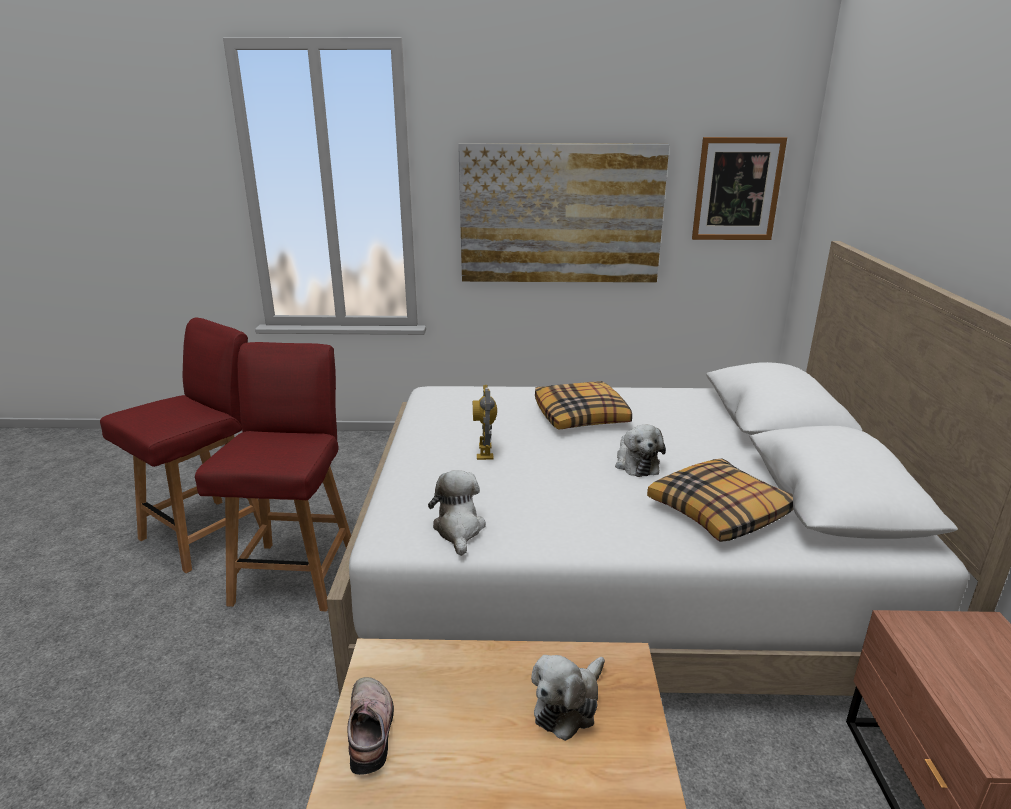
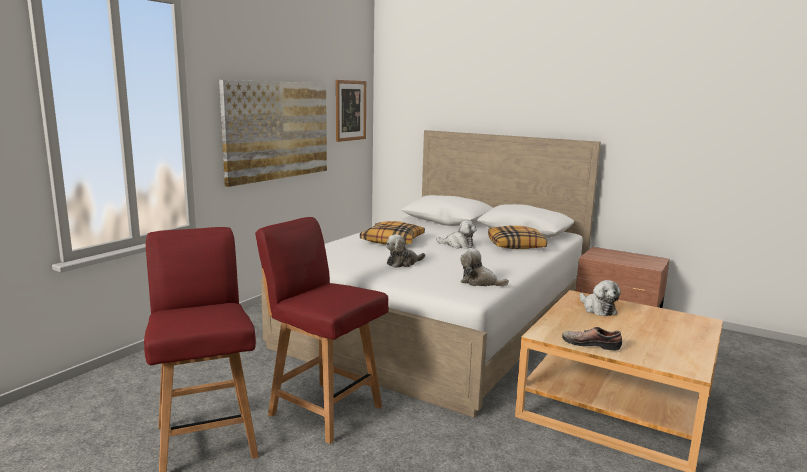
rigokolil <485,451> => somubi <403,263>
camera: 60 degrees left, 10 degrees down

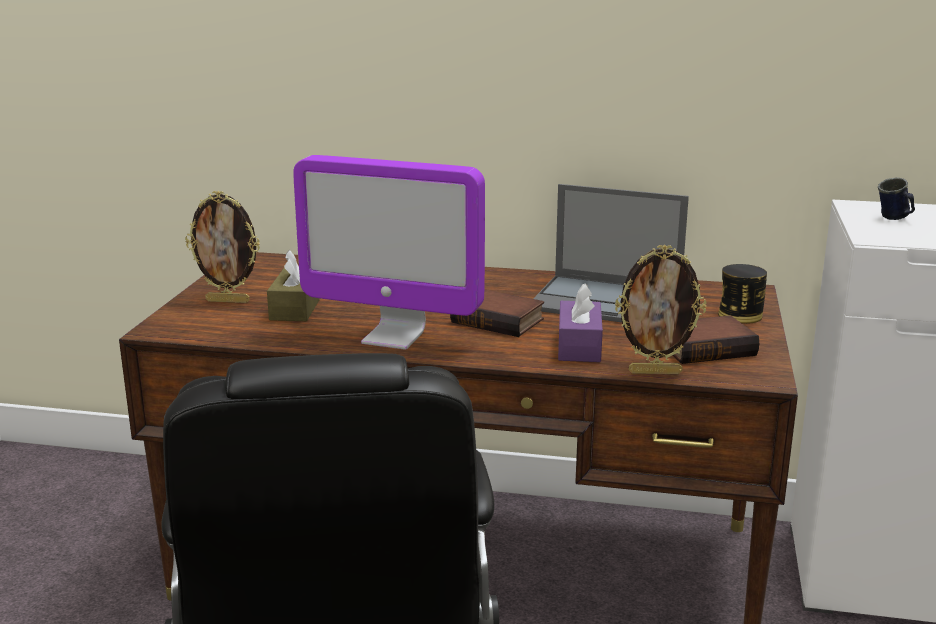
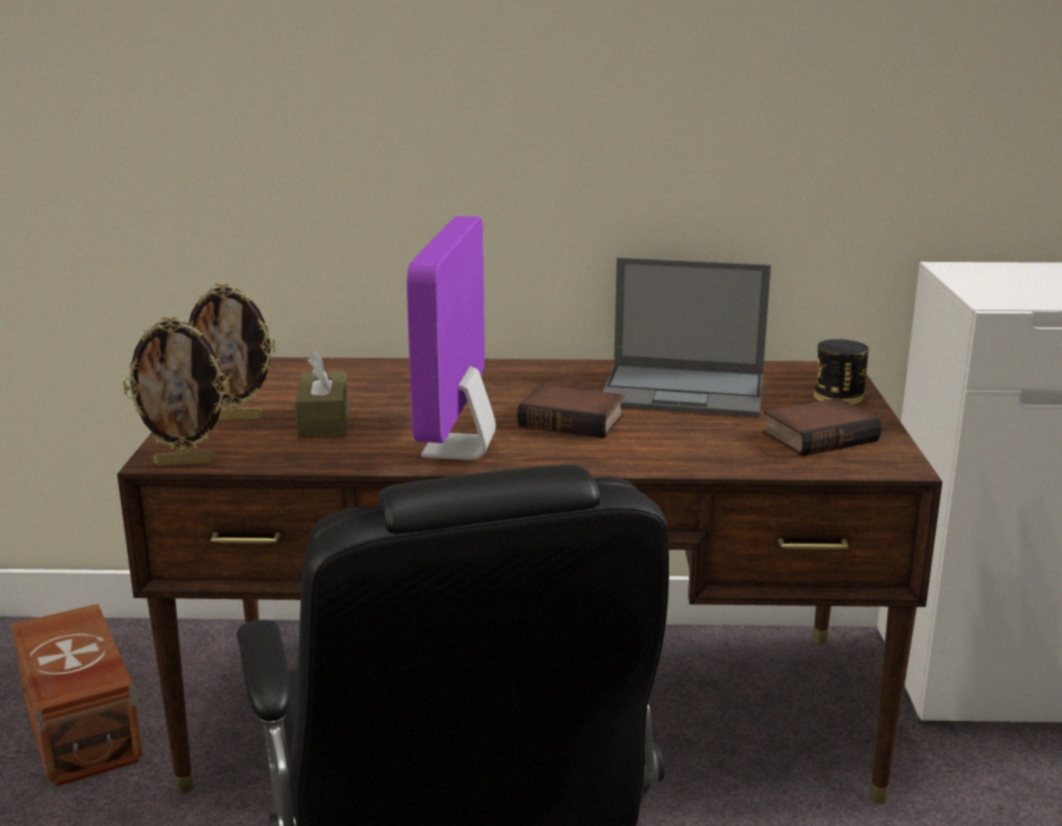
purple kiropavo <579,346> => nothing
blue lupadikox <895,219> => nothing
nothing => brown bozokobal <78,728>
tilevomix <655,372> => tilevomix <185,462>, moved
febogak <393,337> => febogak <459,448>, 90 degrees clockwise
camera: 10 degrees left, 0 degrees up

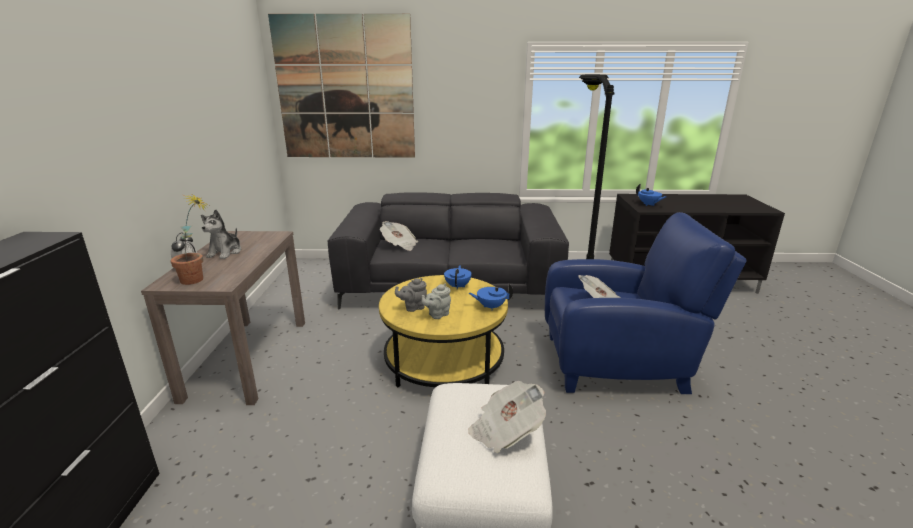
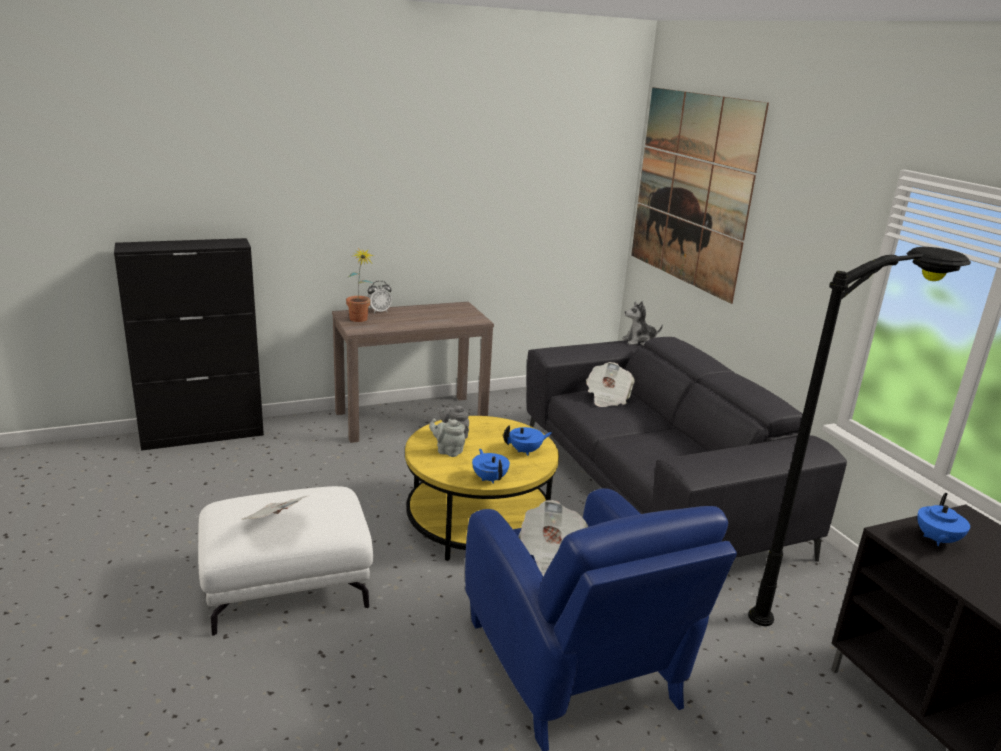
somubi <225,252> => somubi <639,341>, moved
camera: 65 degrees right, 0 degrees up

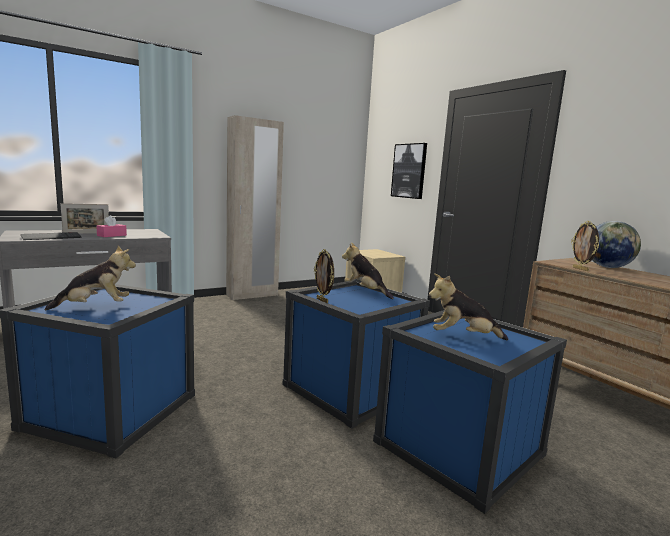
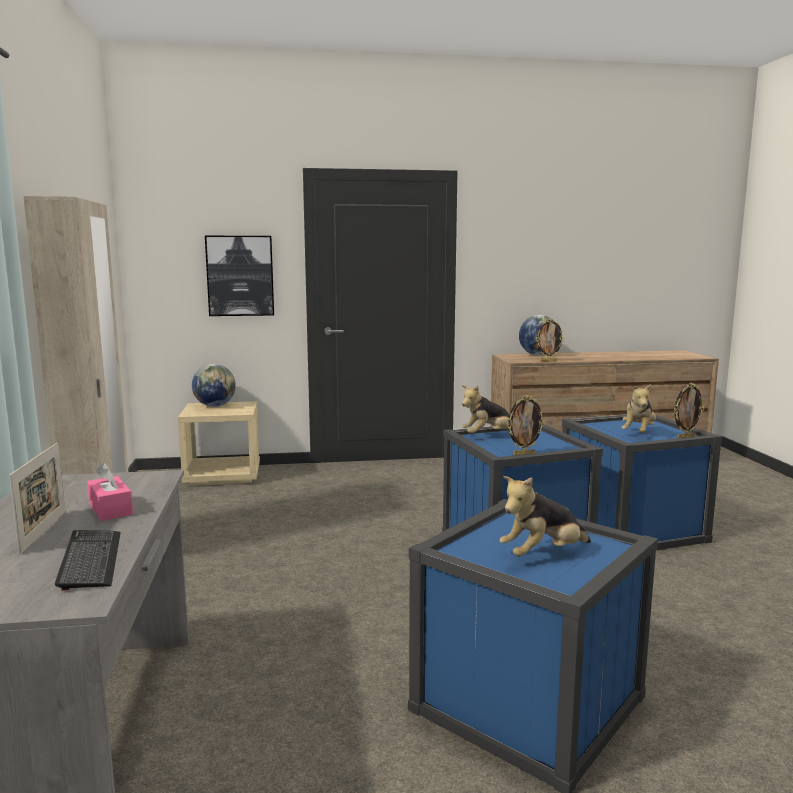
nothing => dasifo <215,406>
nothing => tilevomix <685,437>
somubi <95,307> => somubi <543,554>, 120 degrees counterclockwise
camera: 65 degrees left, 0 degrees up

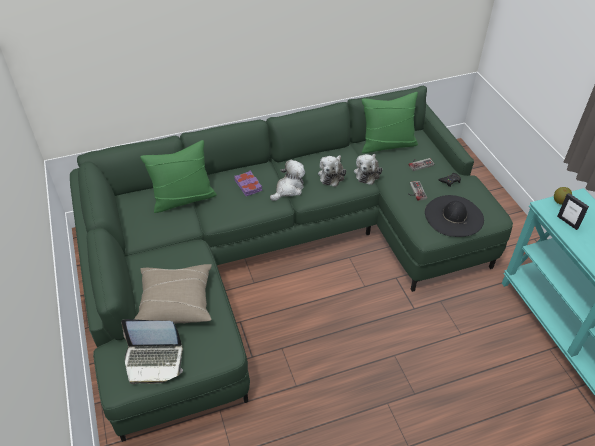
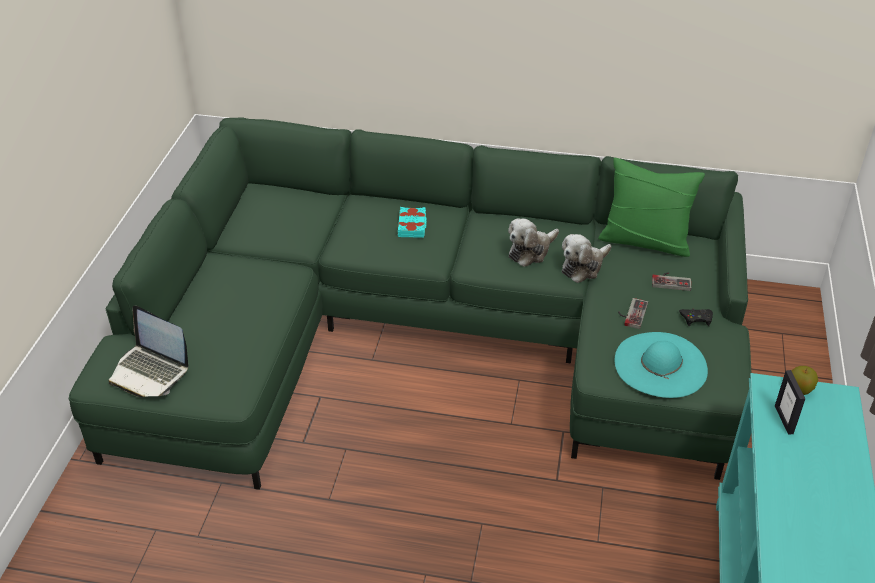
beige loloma <176,302> => nothing
green loloma <183,199> => nothing
somubi <288,189> => nothing
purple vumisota <248,185> => turquoise vumisota <412,225>
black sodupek <453,216> => turquoise sodupek <660,364>
camera: 30 degrees right, 5 degrees down

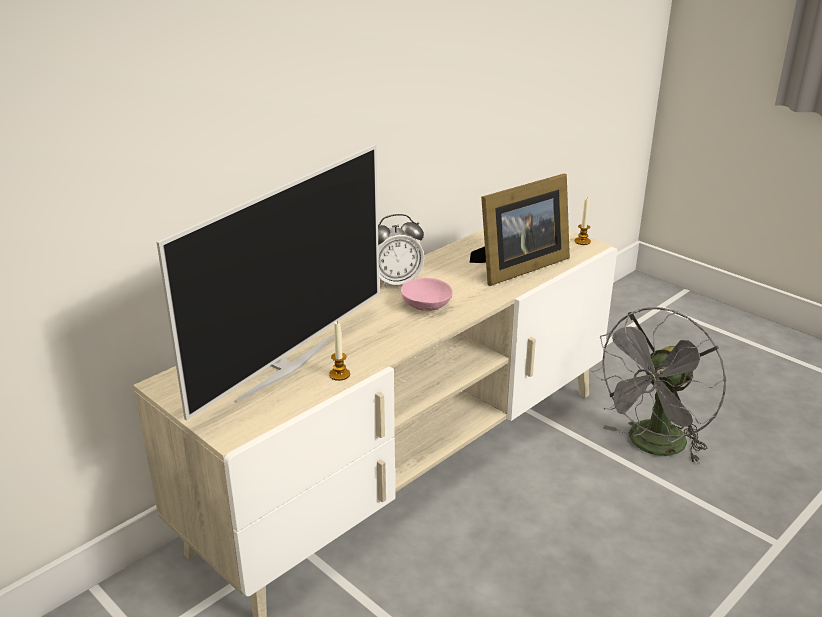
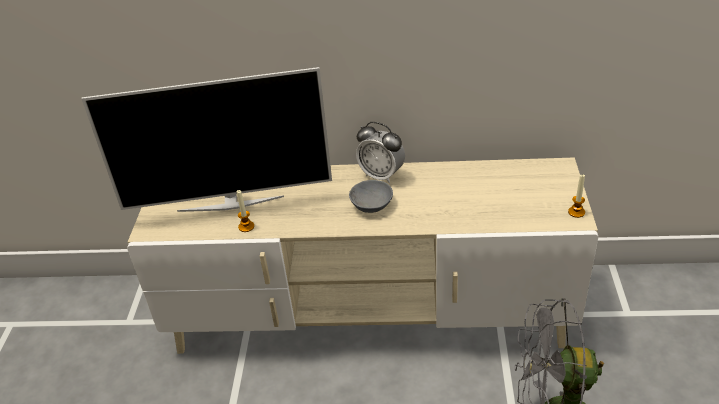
tilevomix <517,267> => nothing
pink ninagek <428,304> => grey ninagek <372,205>
camera: 50 degrees right, 10 degrees up

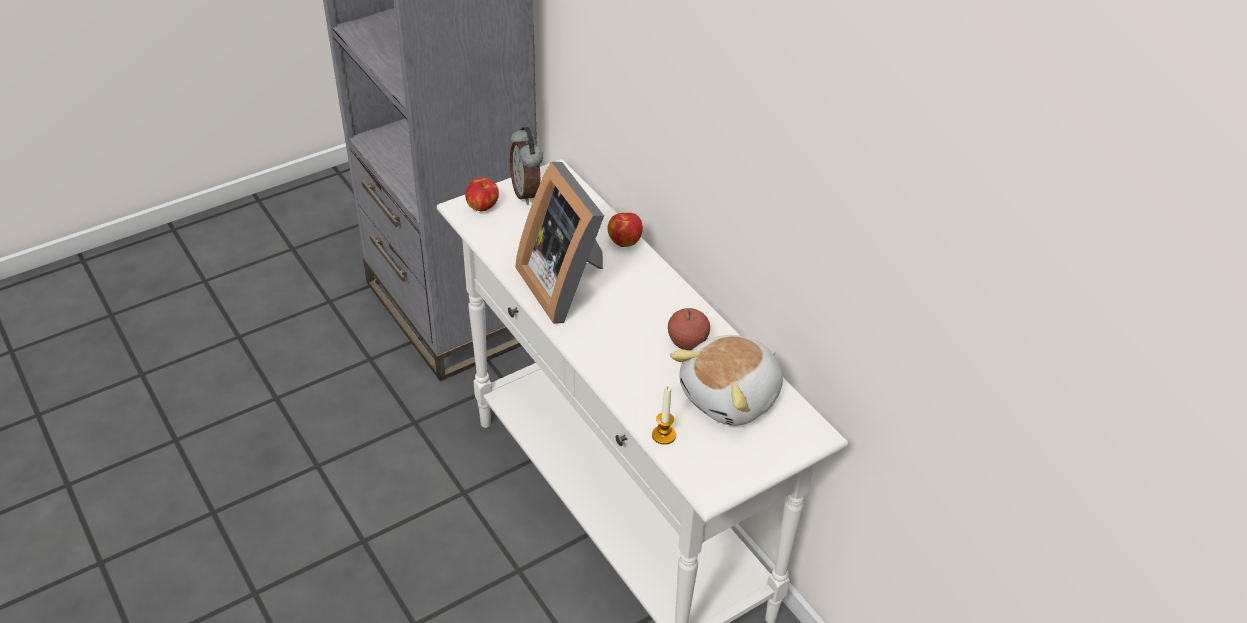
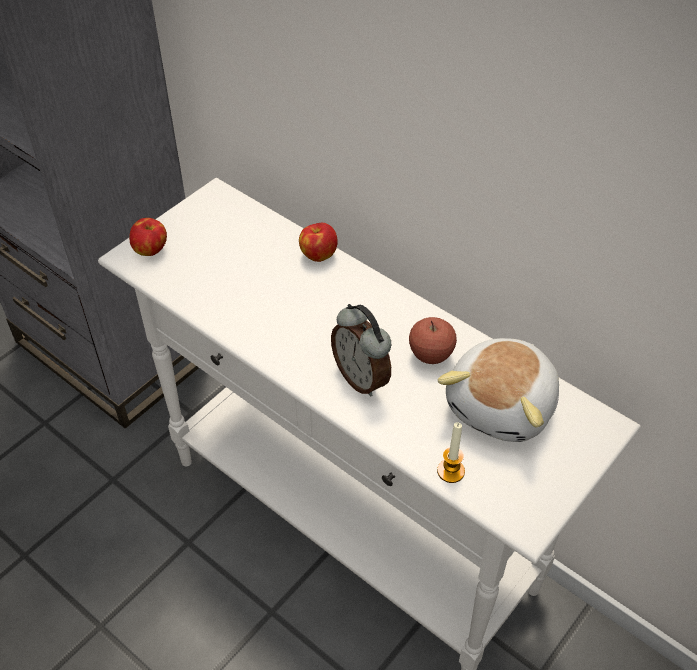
tilevomix <567,284> => nothing
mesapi <527,192> => mesapi <362,378>, moved
camera: 15 degrees left, 5 degrees up

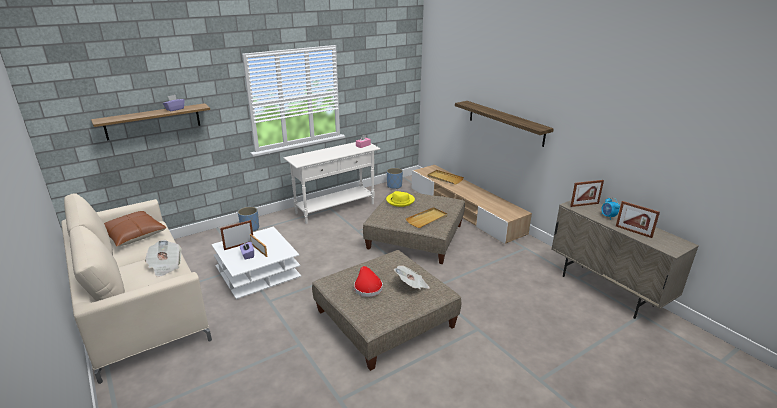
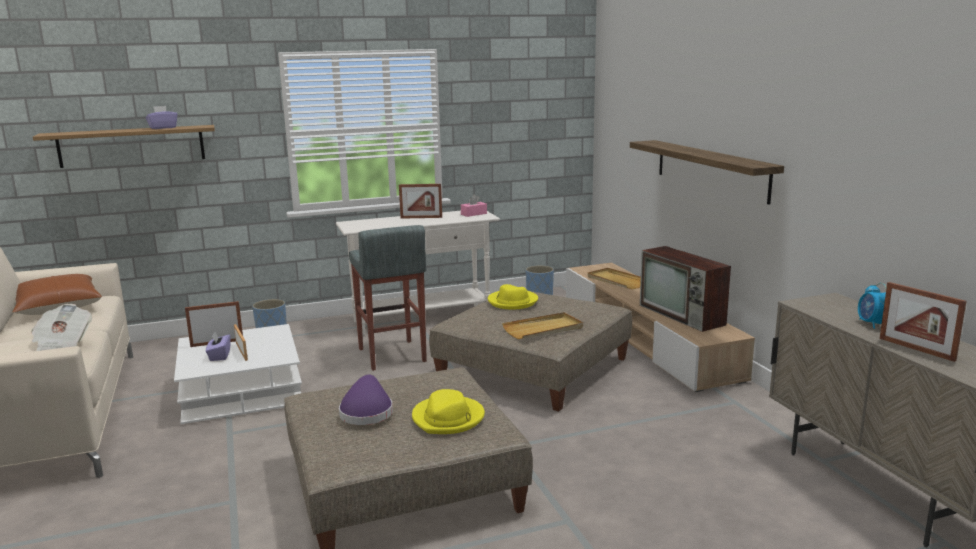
nothing => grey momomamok <391,355>
nothing => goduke <683,315>
tilevomix <584,205> => tilevomix <421,217>, moved
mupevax <412,285> => yellow sodupek <448,418>
red sodupek <367,287> => purple sodupek <366,412>
camera: 15 degrees right, 10 degrees down

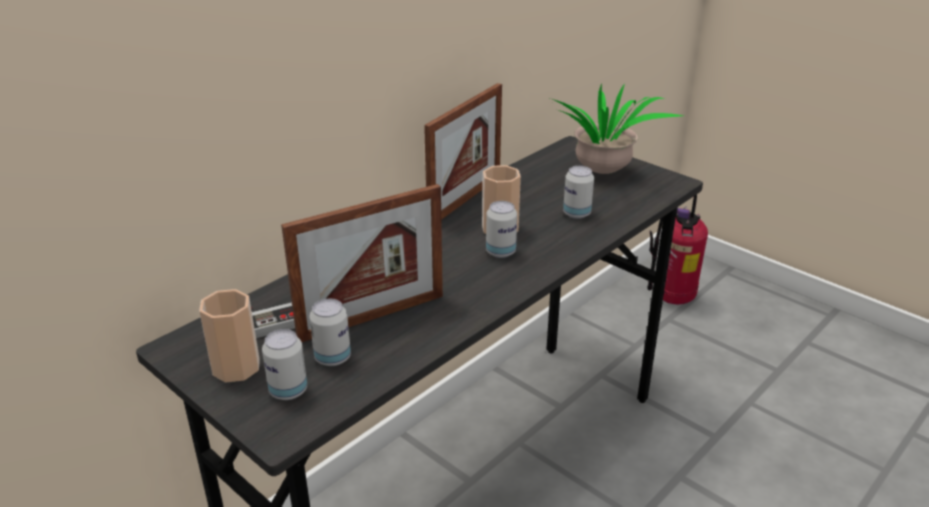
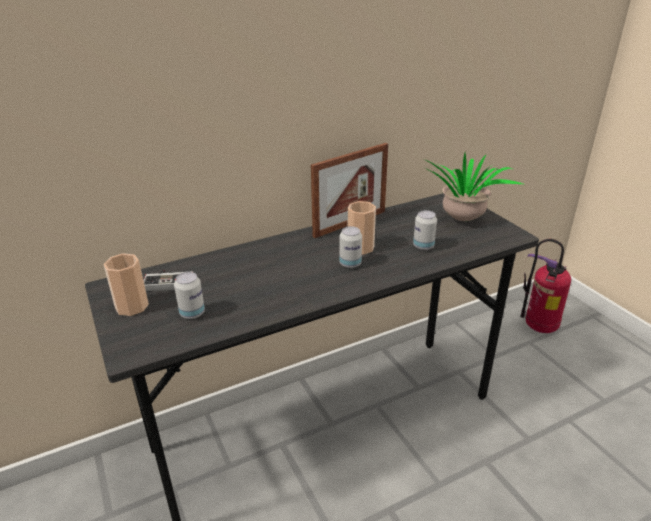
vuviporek <288,391> => nothing
tilevomix <372,317> => nothing
camera: 20 degrees right, 0 degrees up

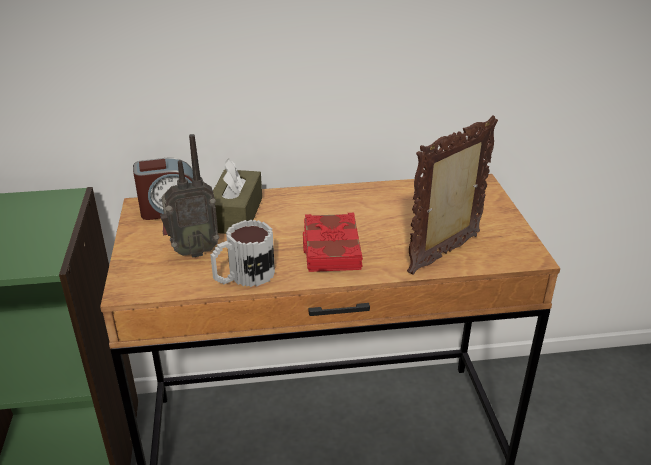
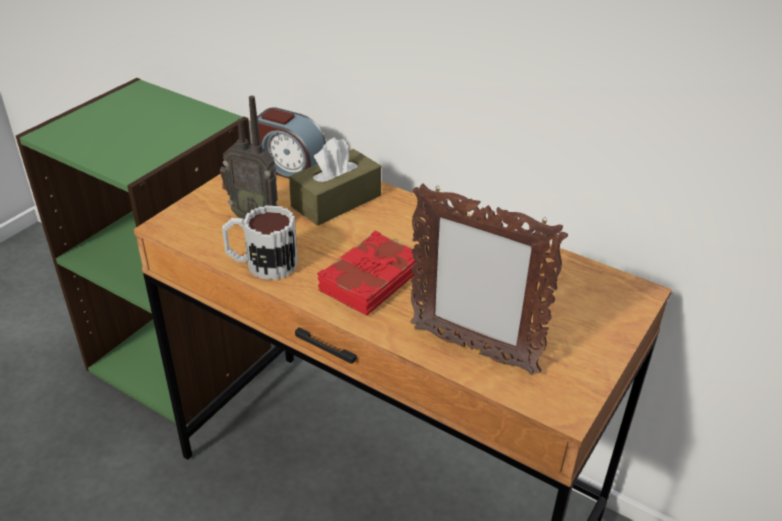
tilevomix <445,255> => tilevomix <472,350>, 150 degrees counterclockwise
camera: 40 degrees right, 5 degrees up

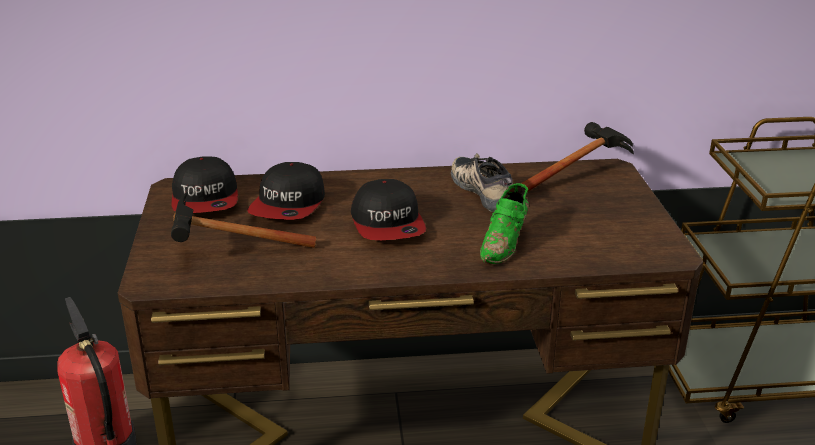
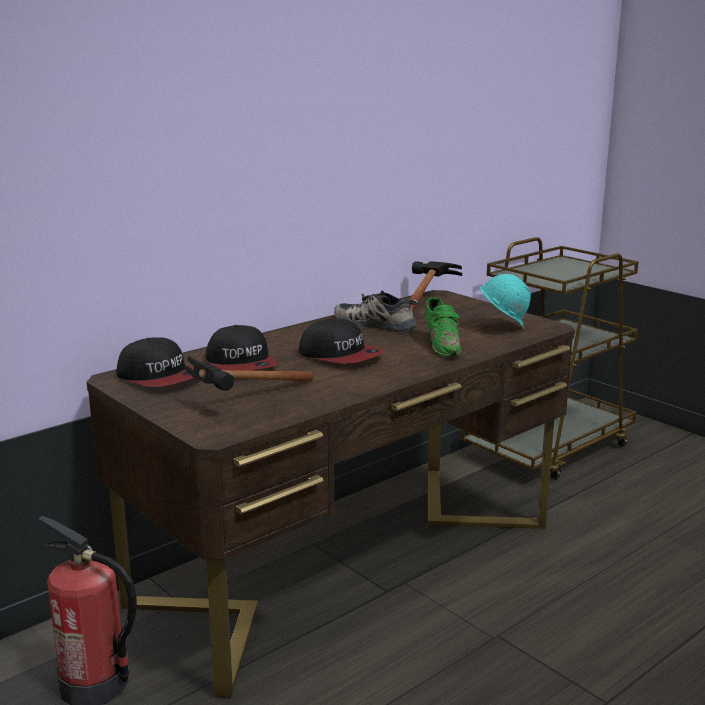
nothing => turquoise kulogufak <502,327>
camera: 35 degrees left, 10 degrees down

